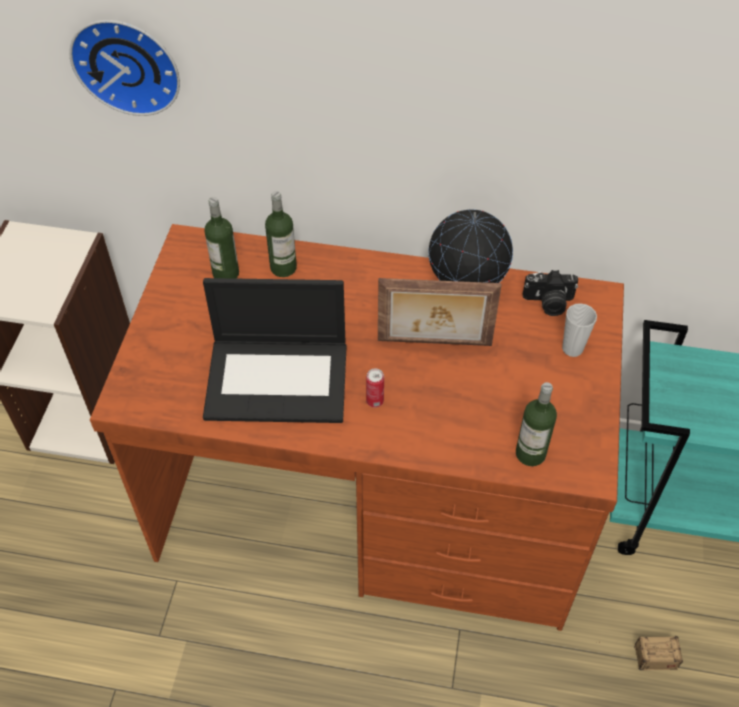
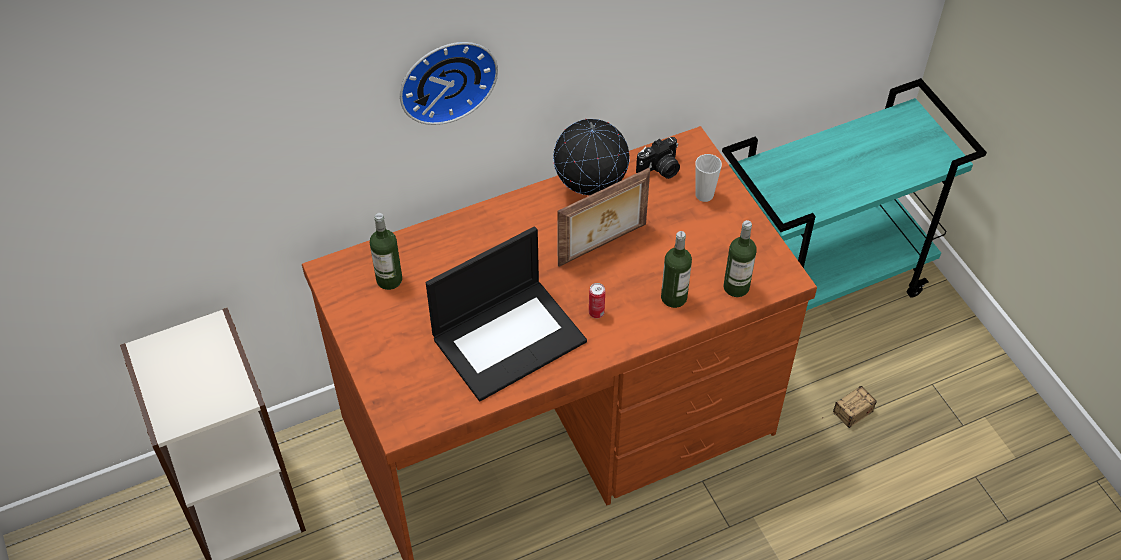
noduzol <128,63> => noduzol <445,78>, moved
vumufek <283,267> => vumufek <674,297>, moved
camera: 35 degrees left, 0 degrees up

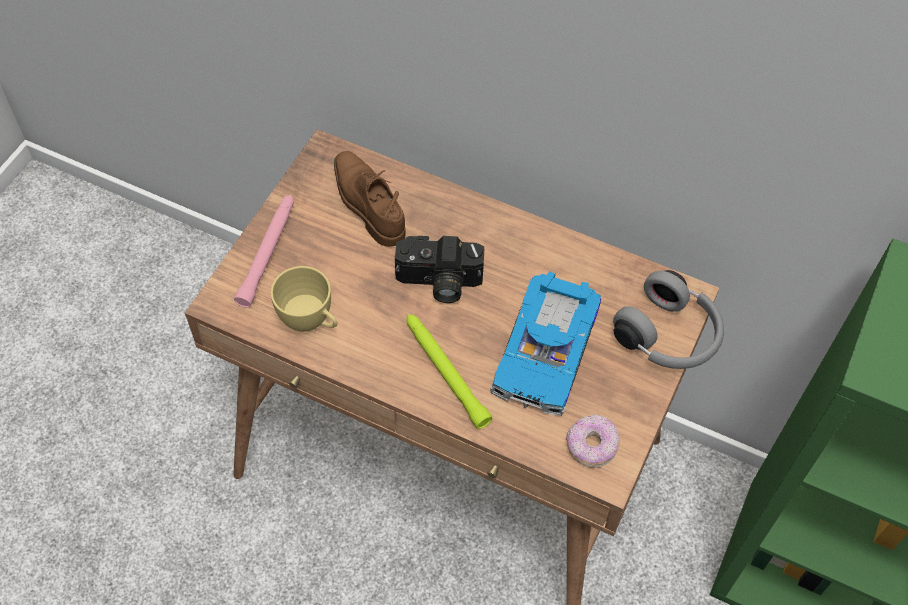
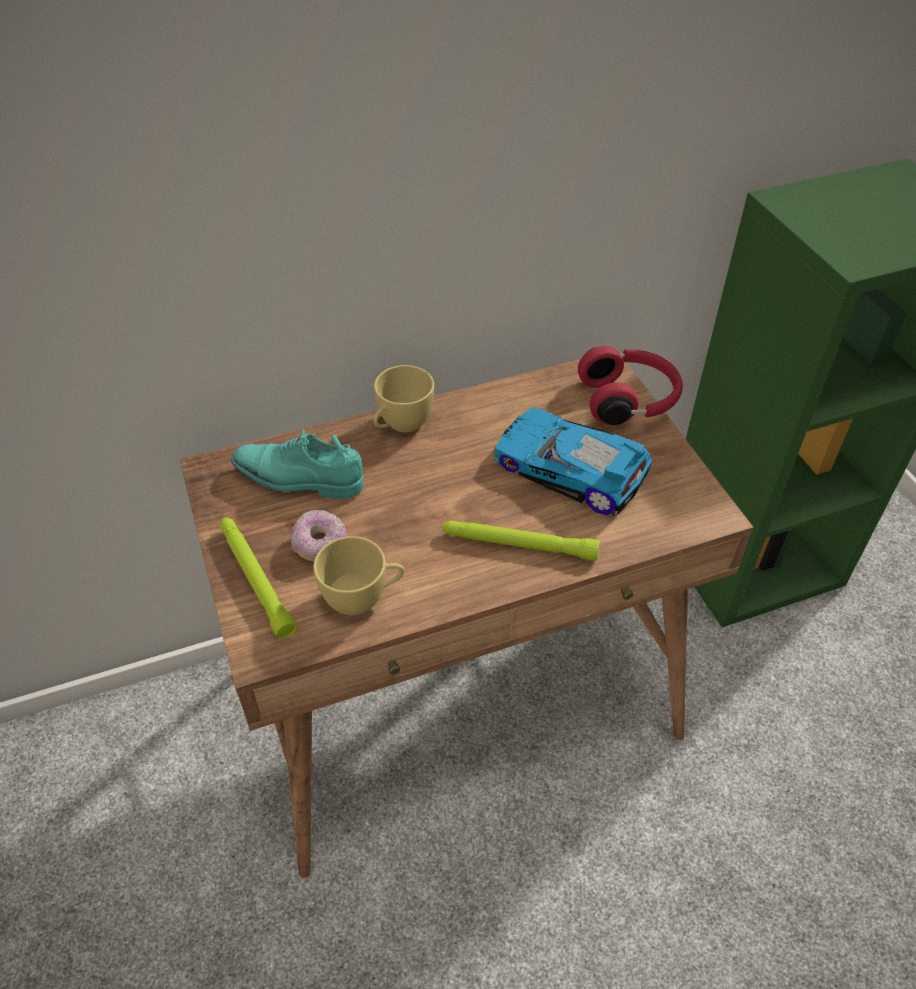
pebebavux <438,282> => nothing
nothing => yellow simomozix <401,425>
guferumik <591,446> => guferumik <319,544>, moved
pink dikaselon <268,252> => green dikaselon <255,578>
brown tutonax <368,204> => turquoise tutonax <298,479>
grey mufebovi <669,336> => red mufebovi <629,400>
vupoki <549,351> => vupoki <568,470>, 150 degrees clockwise
camera: 45 degrees left, 10 degrees down

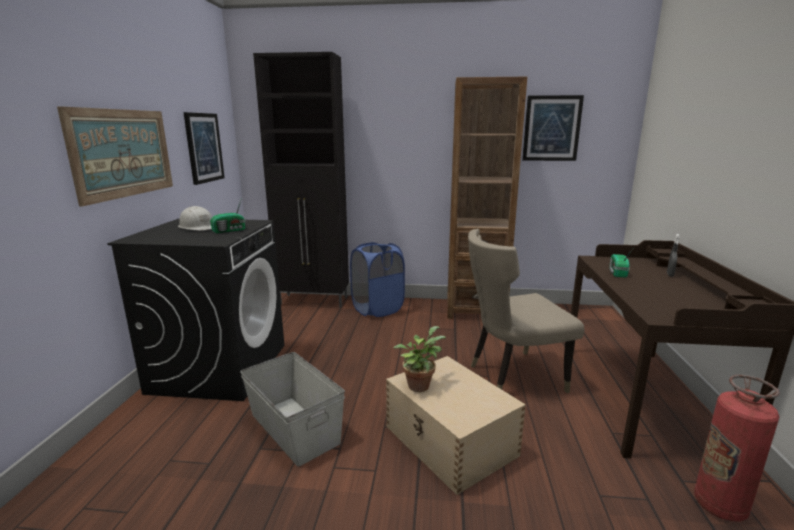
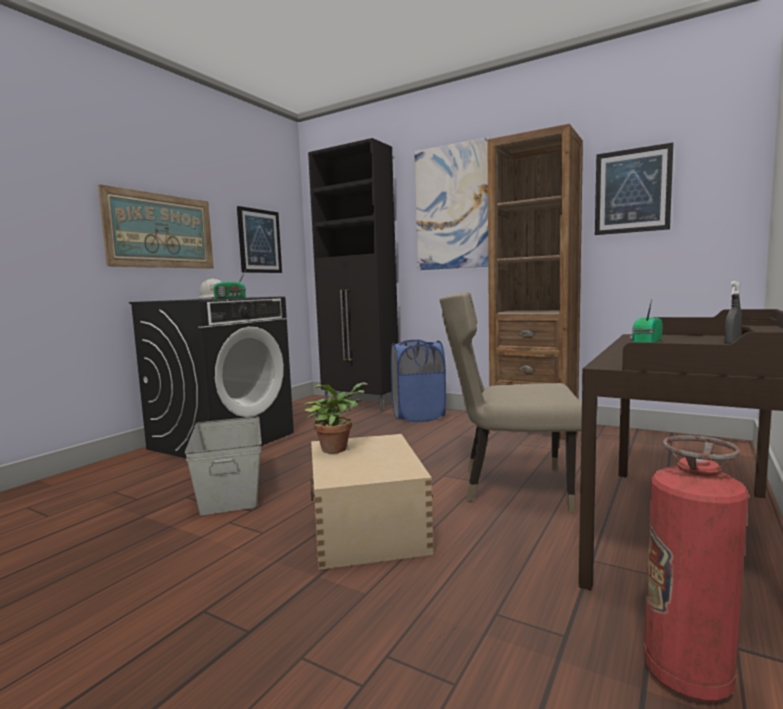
nothing => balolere <452,207>
camera: 25 degrees right, 10 degrees down

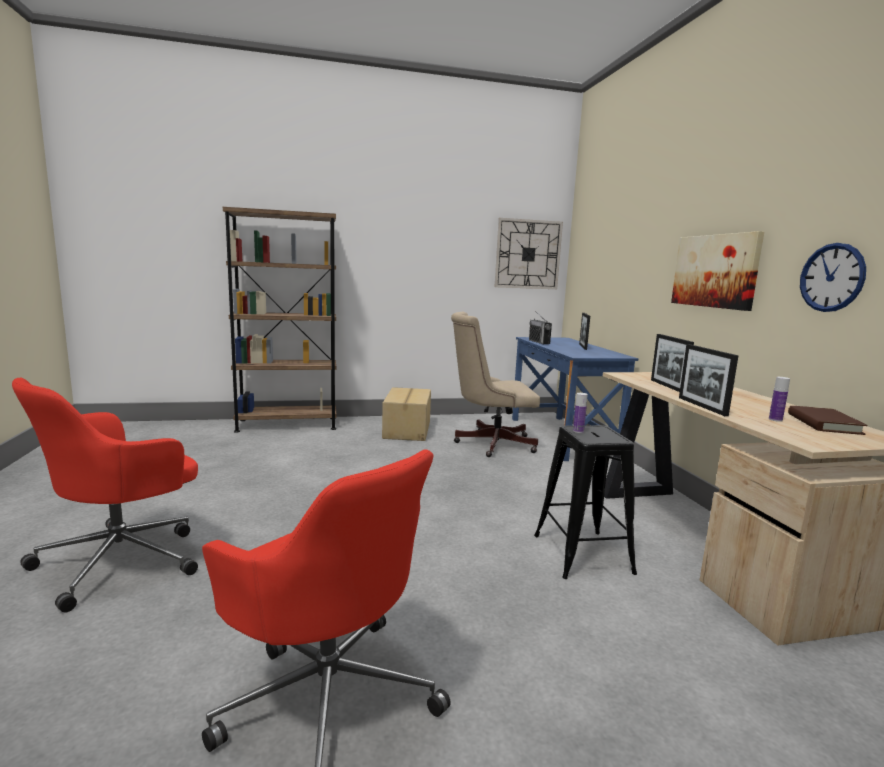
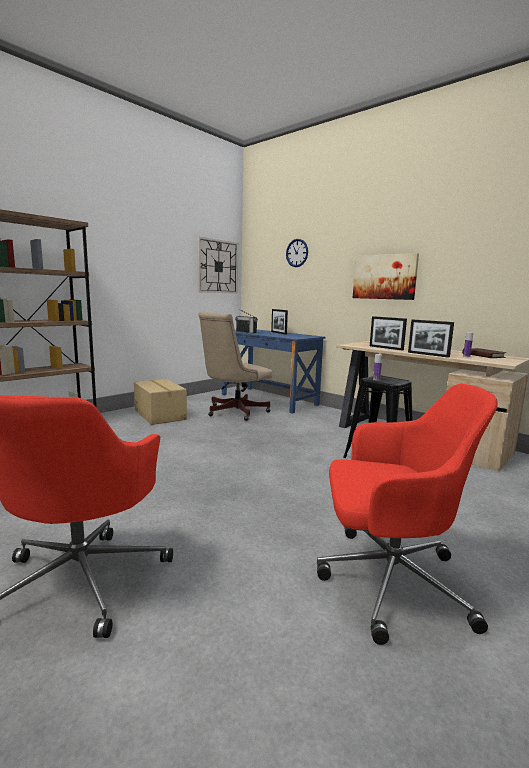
noduzol <832,277> => noduzol <297,253>, moved
camera: 35 degrees left, 0 degrees up

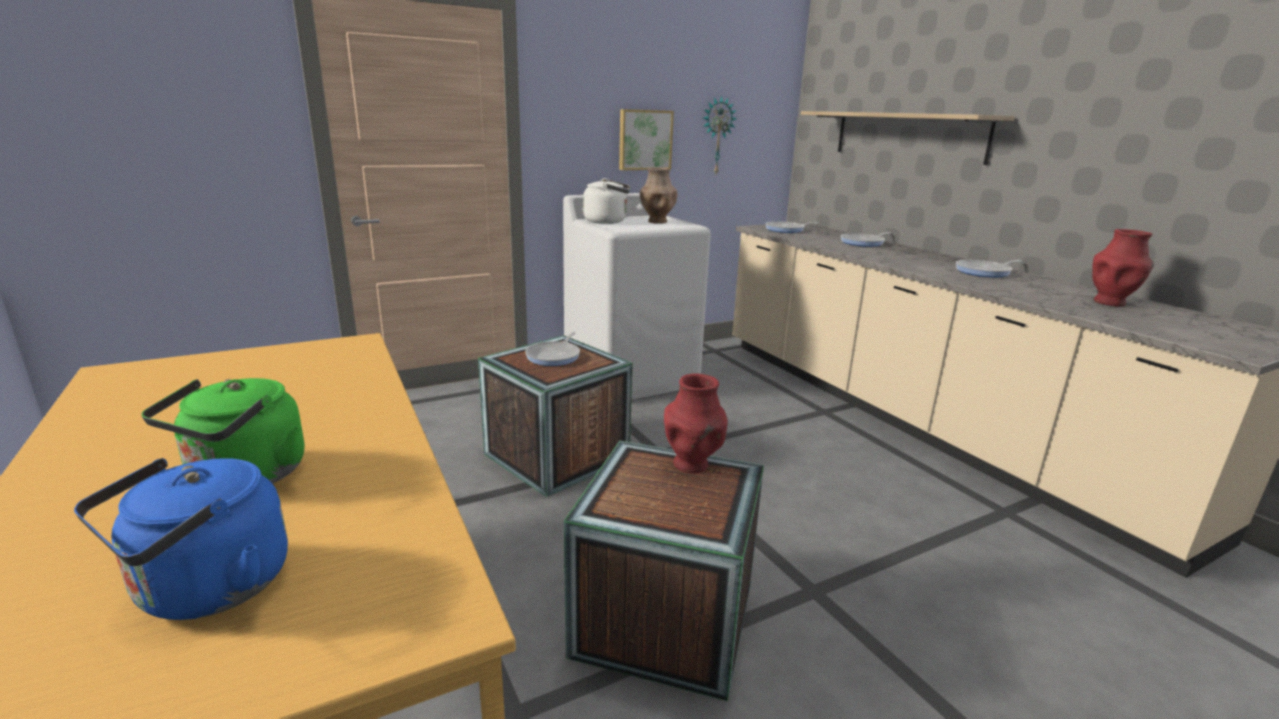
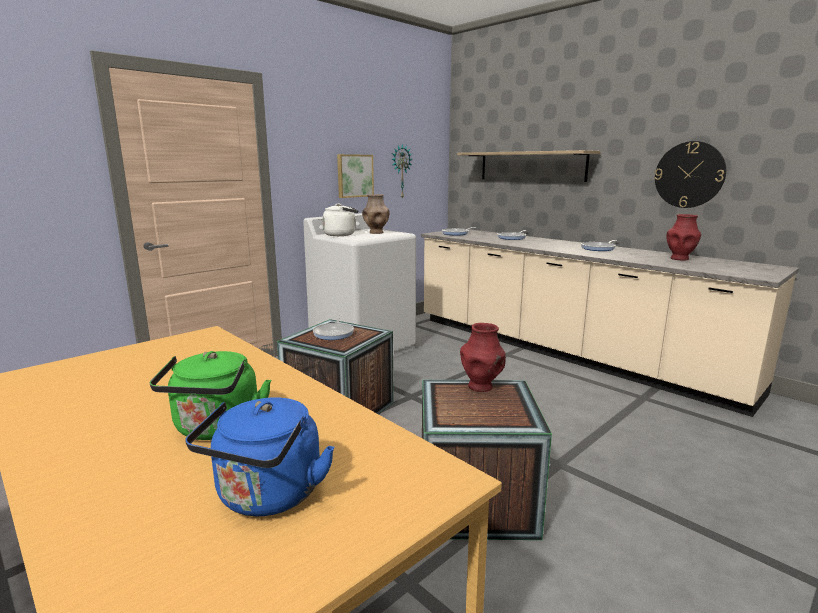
nothing => noduzol <689,175>
camera: 15 degrees left, 5 degrees down

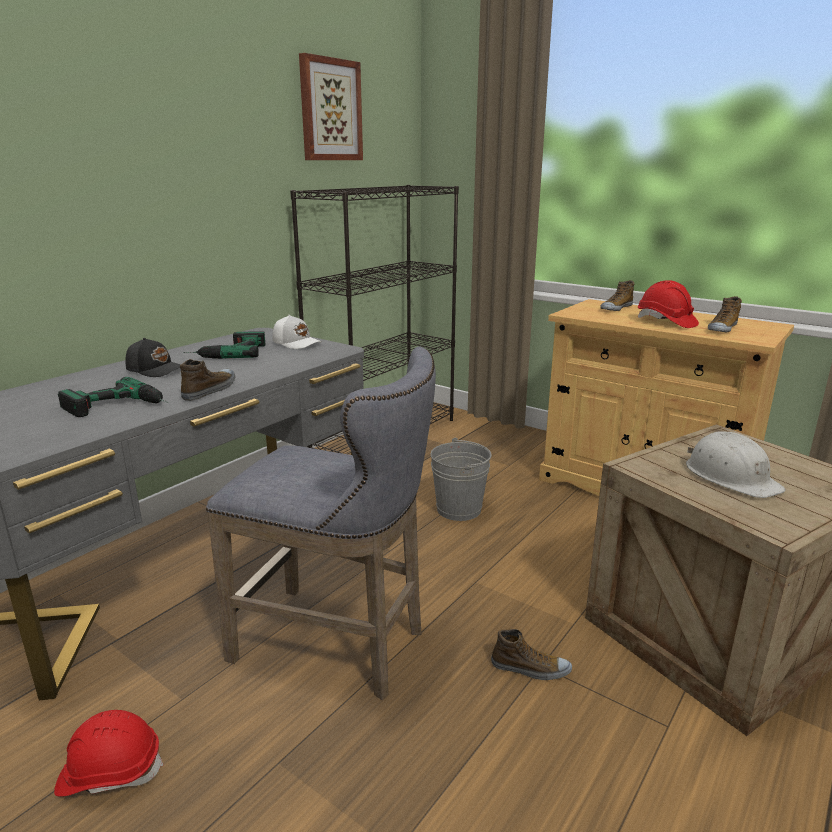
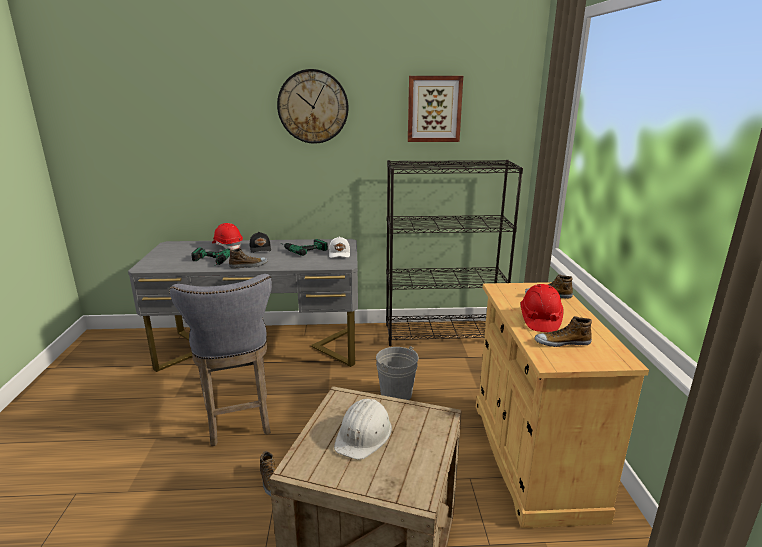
nothing => noduzol <313,107>
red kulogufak <110,772> => red kulogufak <228,245>, moved
camera: 50 degrees right, 0 degrees up

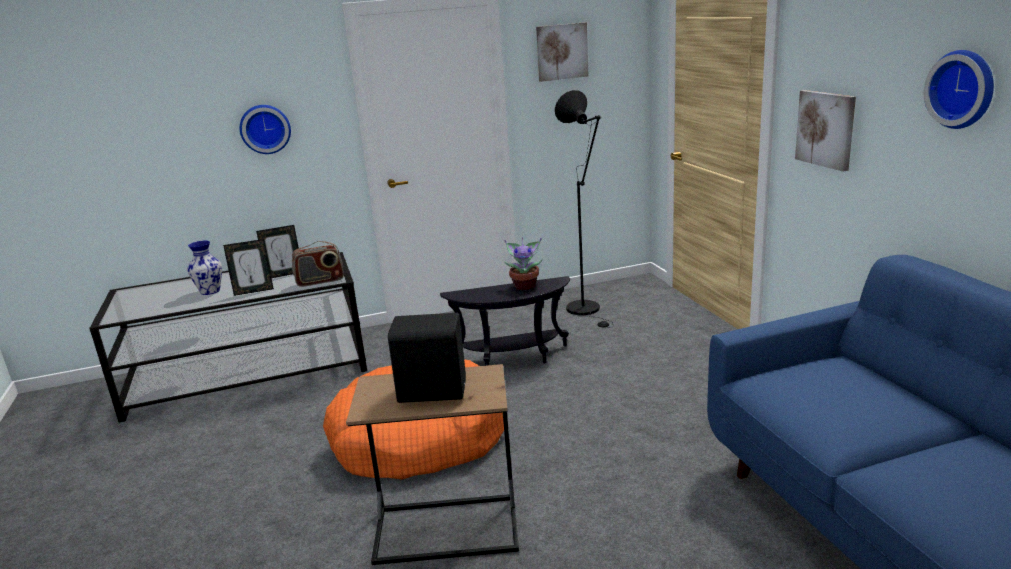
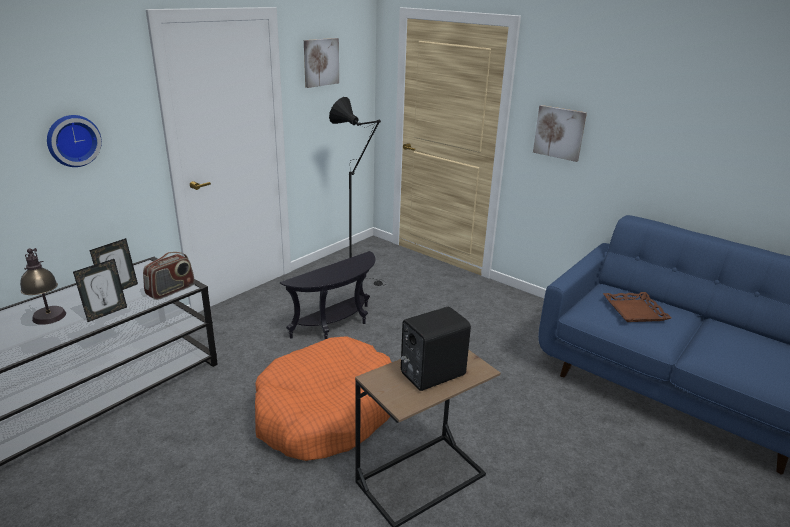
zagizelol <525,286> => nothing
noduzol <963,89> => nothing
nothing => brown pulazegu <634,311>
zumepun <211,291> => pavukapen <50,322>
camera: 35 degrees left, 5 degrees up

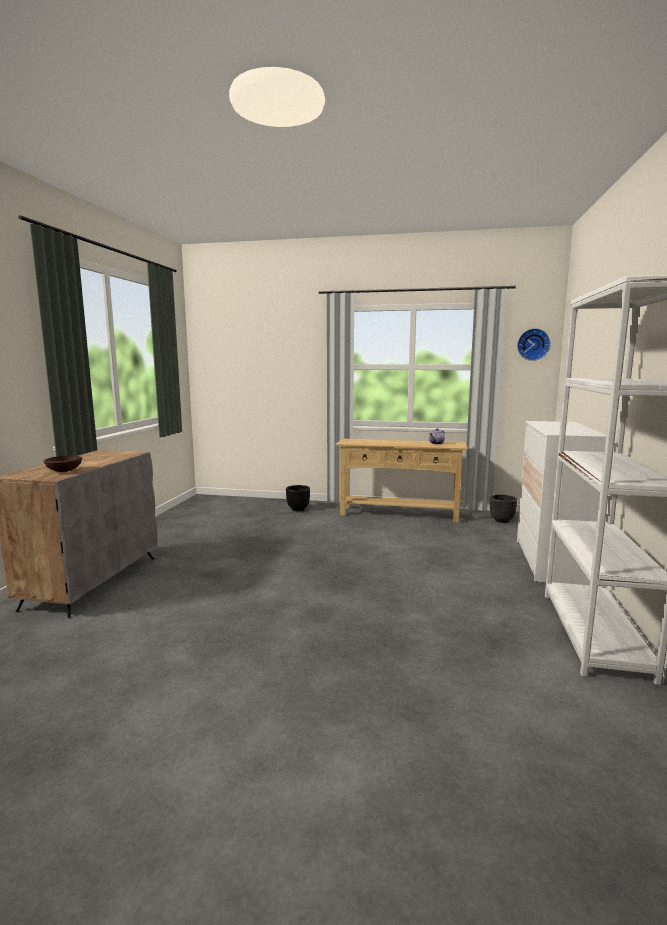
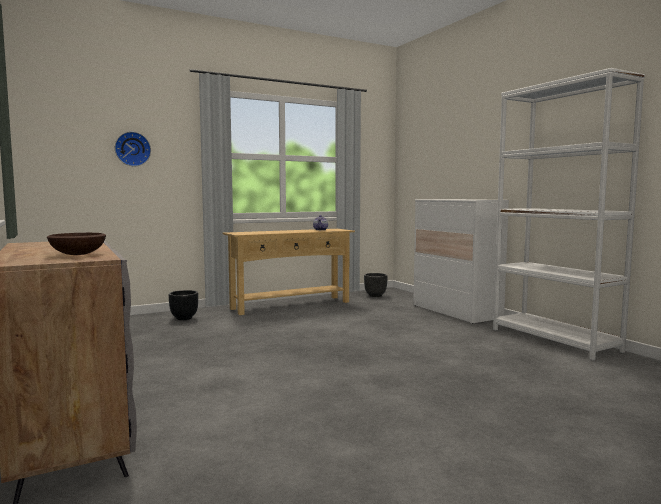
noduzol <533,344> => noduzol <132,149>, moved
camera: 40 degrees left, 5 degrees down

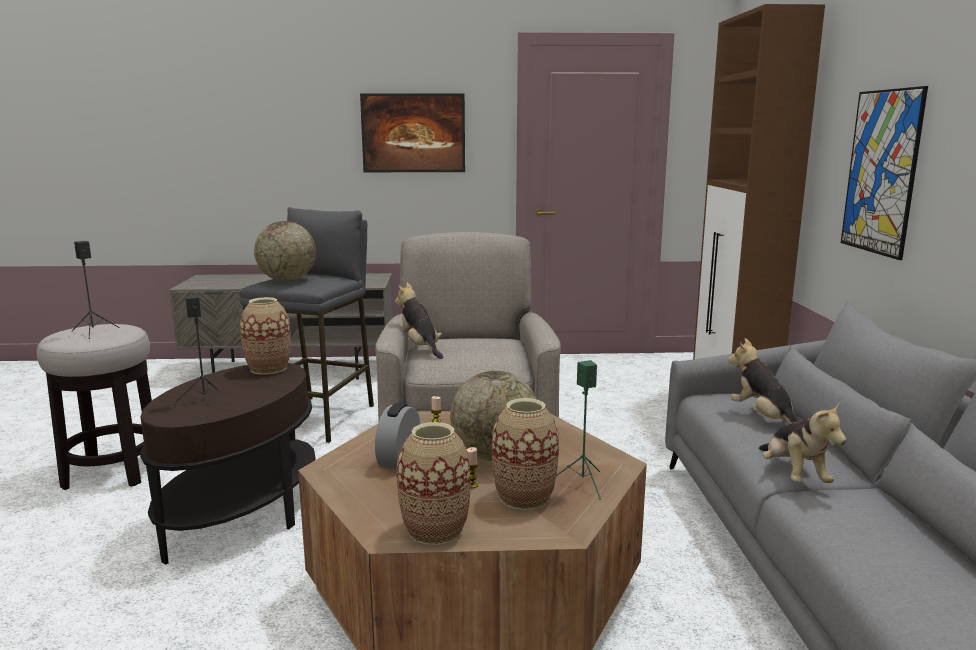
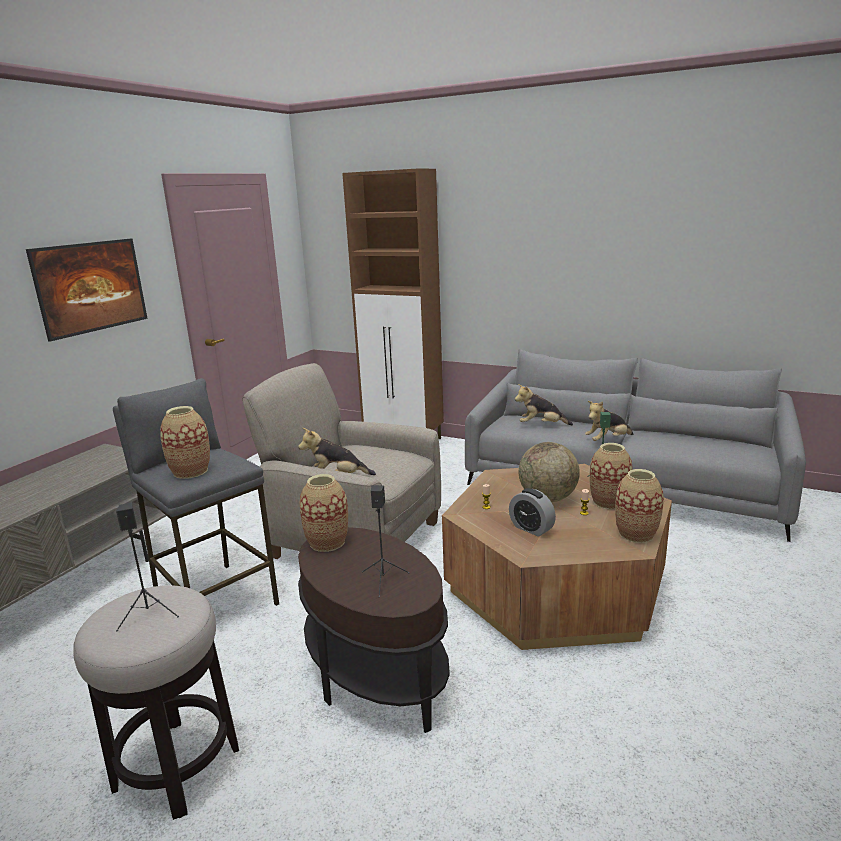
balolere <881,172> => nothing
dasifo <287,280> => zumepun <191,471>
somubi <793,475> => somubi <607,440>, 135 degrees clockwise
camera: 60 degrees left, 5 degrees up

